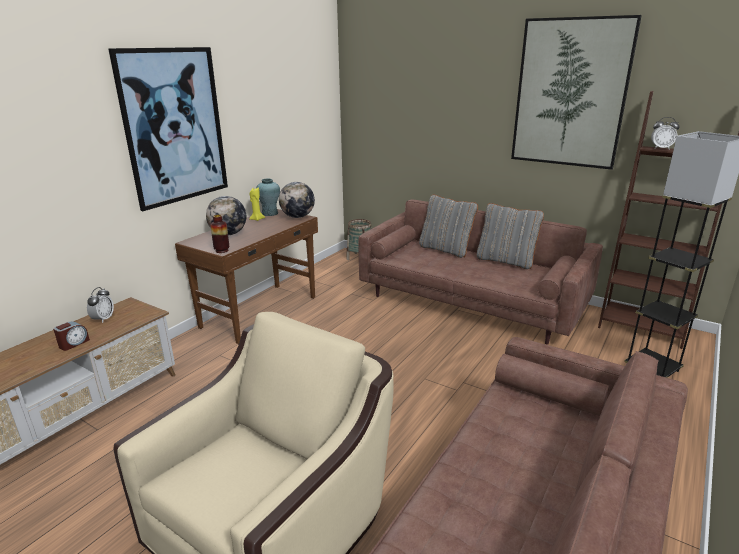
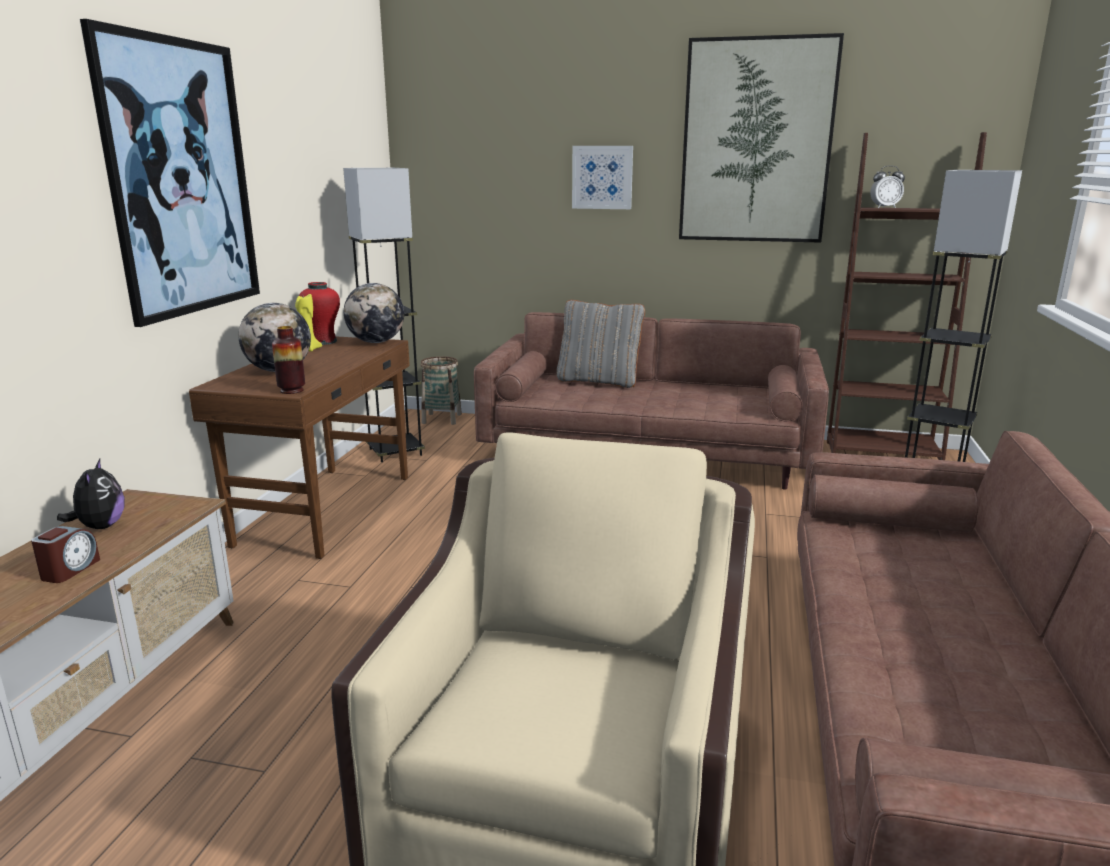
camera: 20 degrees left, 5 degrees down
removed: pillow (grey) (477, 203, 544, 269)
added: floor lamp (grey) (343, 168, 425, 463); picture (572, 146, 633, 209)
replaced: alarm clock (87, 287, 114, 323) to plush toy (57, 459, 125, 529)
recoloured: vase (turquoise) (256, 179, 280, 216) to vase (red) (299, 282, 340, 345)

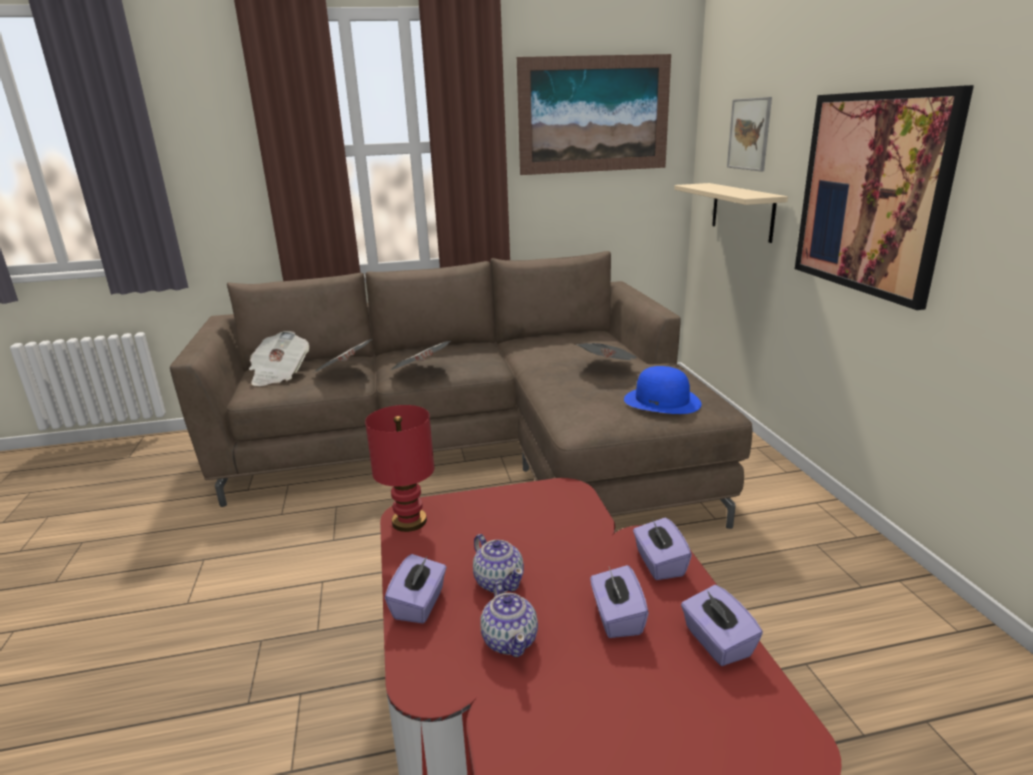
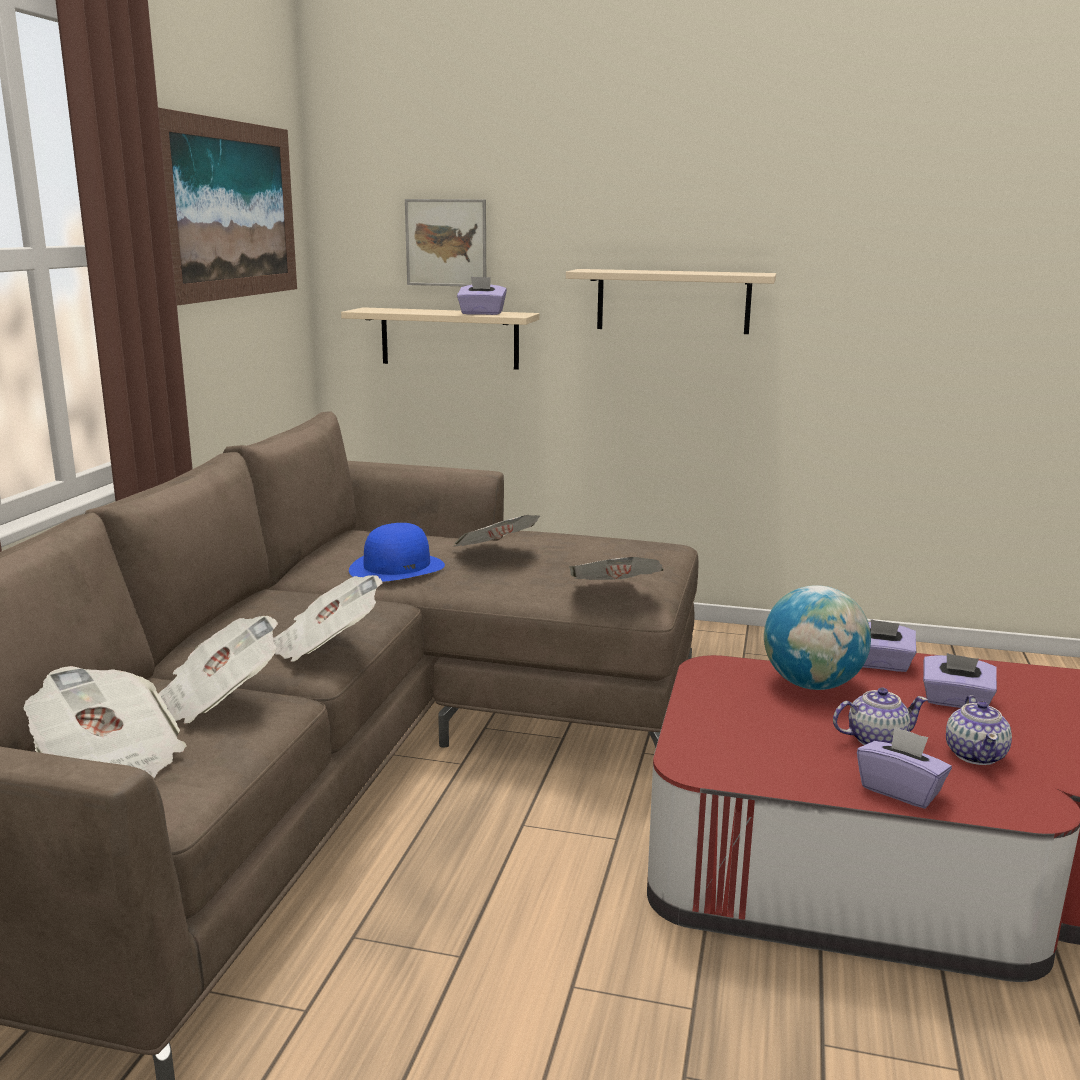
camera: 65 degrees left, 5 degrees down
removed: table lamp (red) (365, 405, 434, 532)
added: newspaper (569, 557, 664, 580); globe (764, 585, 871, 690)
moved: hat (blue) (624, 366, 702, 414) to (349, 523, 445, 582); tissue box (purple) (681, 585, 763, 666) to (457, 276, 507, 315)
replaced: picture (795, 85, 974, 310) to shelf (beige) (566, 269, 776, 334)
turned: teapot (480, 582, 538, 657) = (946, 695, 1012, 765) 90 degrees clockwise

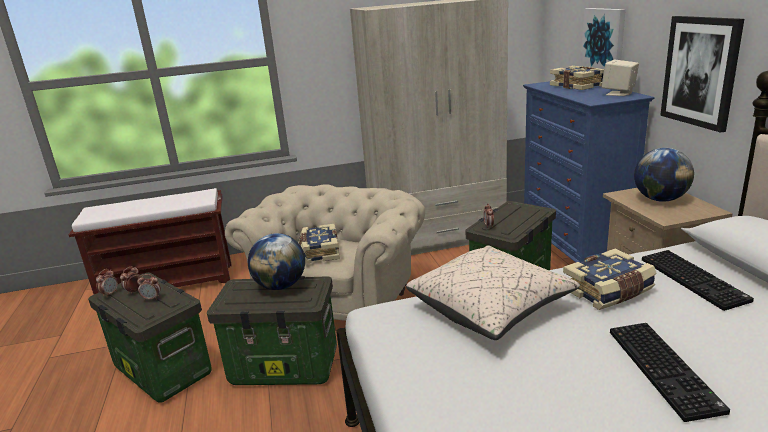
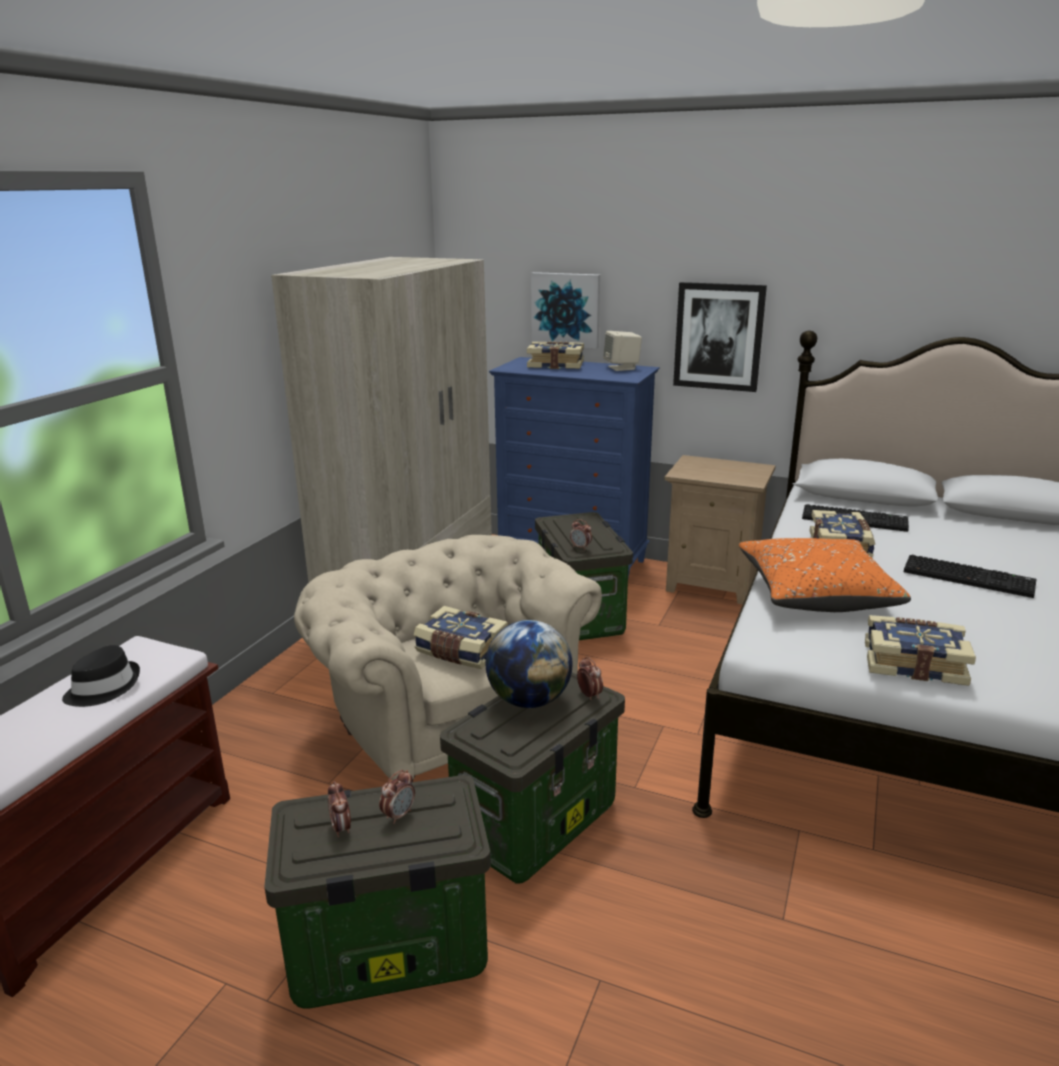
camera: 55 degrees left, 0 degrees up
removed: globe (634, 148, 694, 202)
added: hat (black) (62, 645, 140, 707); book (865, 615, 976, 686)
moved: alarm clock (96, 269, 118, 296) to (577, 657, 603, 700)
recoloured: pillow (beige) (406, 246, 580, 340) to pillow (orange) (739, 538, 911, 612)

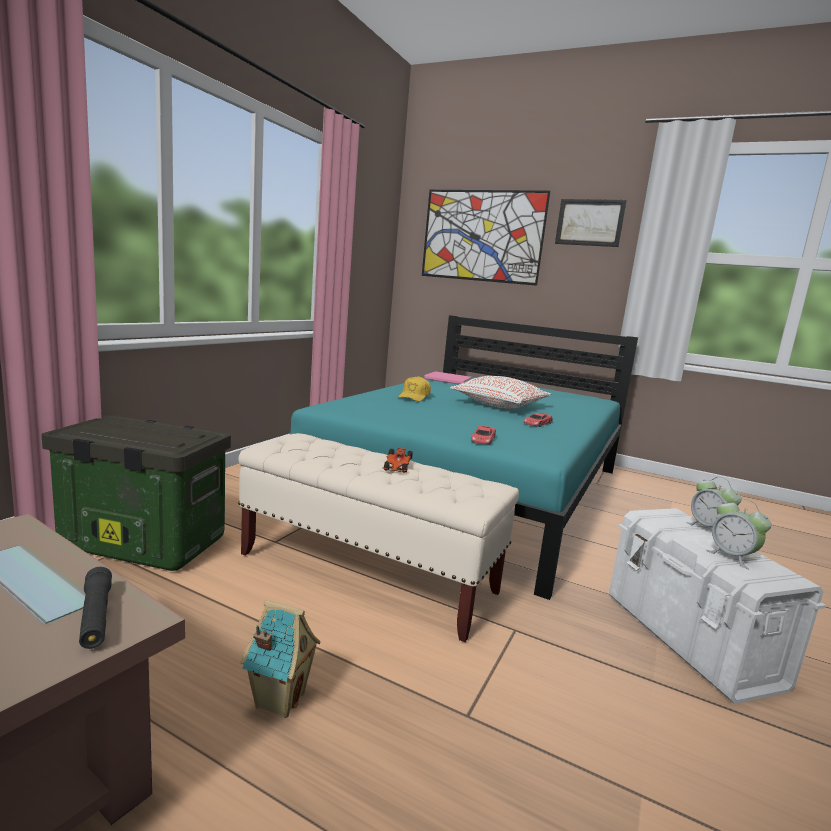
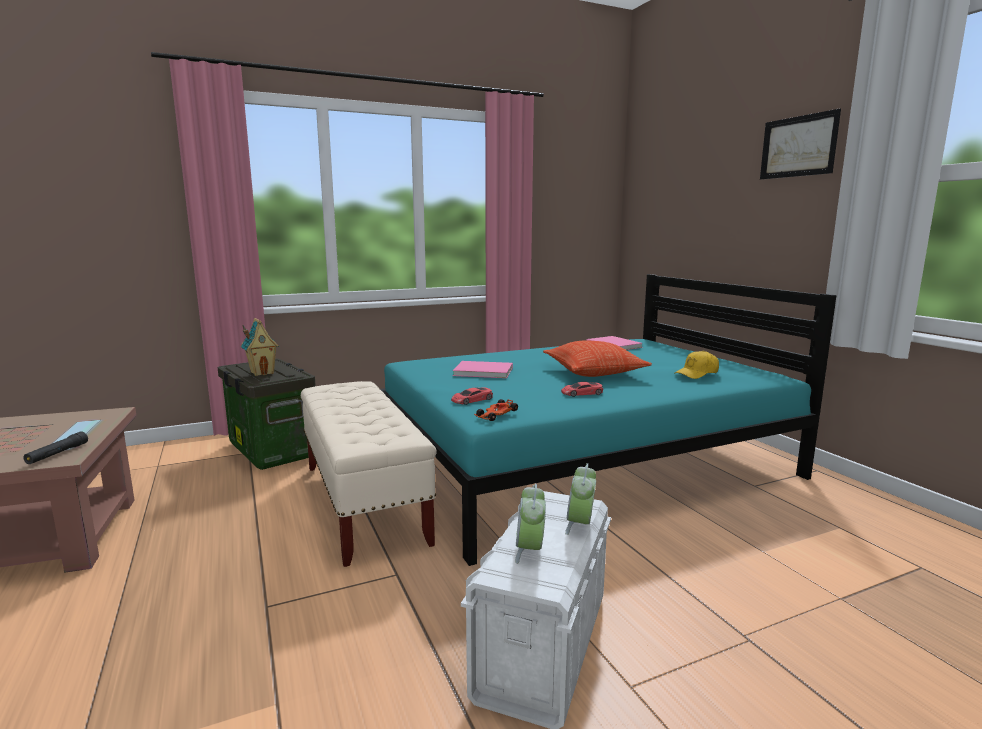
camera: 40 degrees right, 0 degrees up
removed: picture (422, 190, 550, 286)
added: book (pink) (453, 361, 513, 378)
moved: toy house (240, 600, 320, 718) to (240, 318, 279, 376); toy car (383, 448, 413, 473) to (474, 399, 518, 421); cap (yellow) (398, 376, 431, 401) to (674, 350, 719, 379)
recoloured: pillow (white) (450, 376, 552, 409) to pillow (orange) (543, 341, 652, 377)

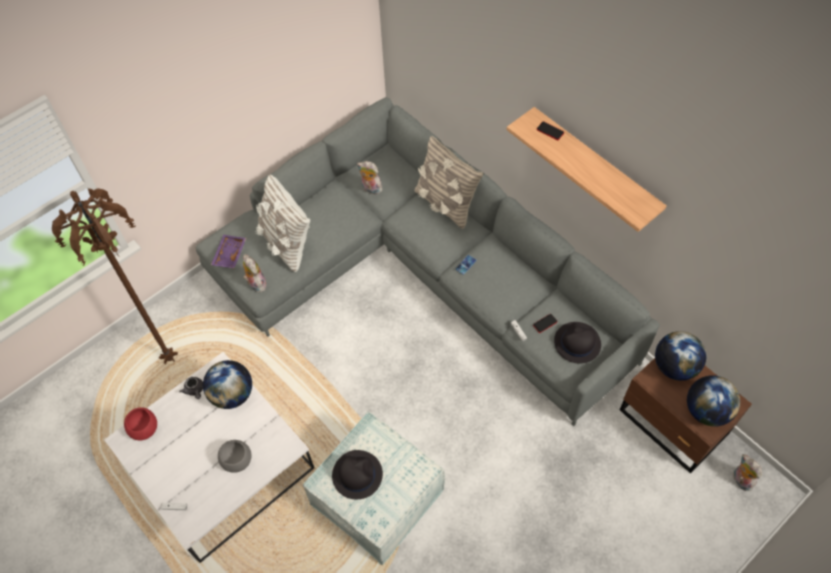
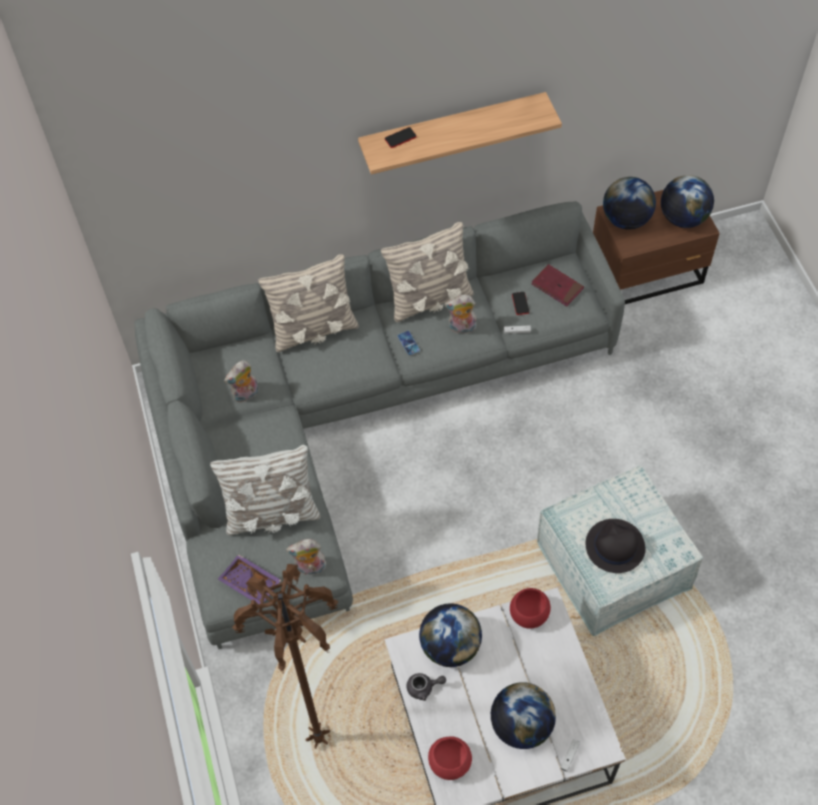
camera: 65 degrees left, 0 degrees up
removed: bowl (grey) (218, 440, 251, 473)
added: pillow (beige) (381, 222, 474, 322); globe (491, 682, 556, 749); bowl (red) (510, 588, 551, 629)
moved: plush toy (733, 454, 762, 491) to (444, 295, 478, 334)
replaced: hat (black) (554, 322, 601, 364) to book (red) (531, 264, 584, 307)

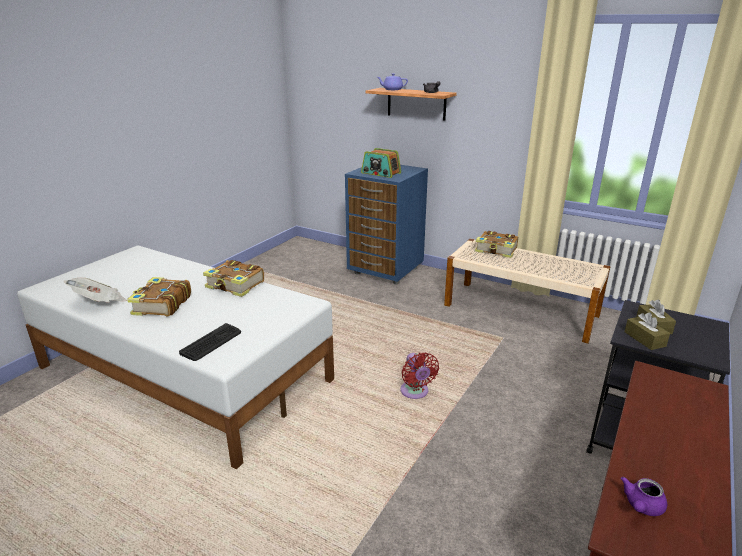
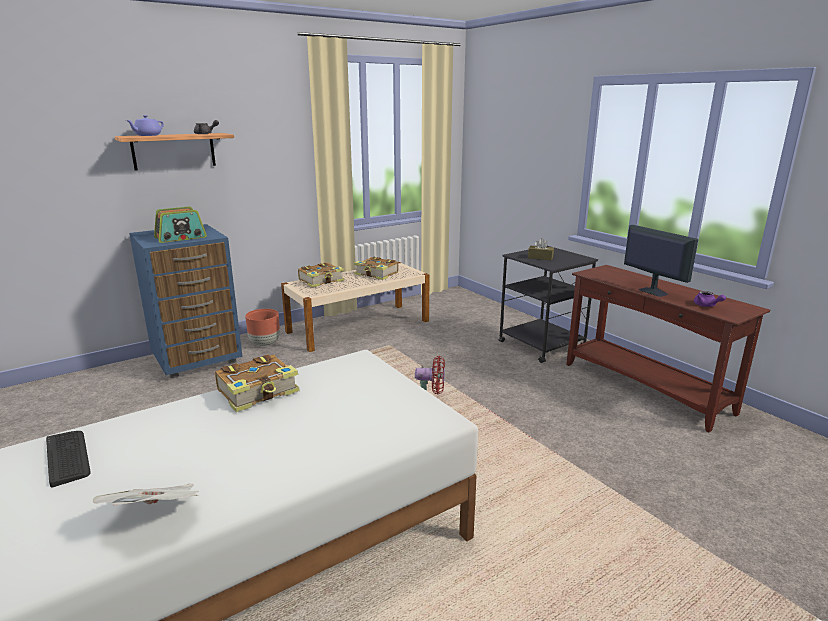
camera: 65 degrees left, 5 degrees down
removed: tissue box (brown) (625, 312, 670, 350)
added: planter (brown) (245, 309, 280, 346); monitor (624, 225, 698, 297)
moved: book (127, 277, 191, 317) to (354, 257, 399, 280); keyboard (179, 323, 241, 361) to (46, 431, 91, 488)

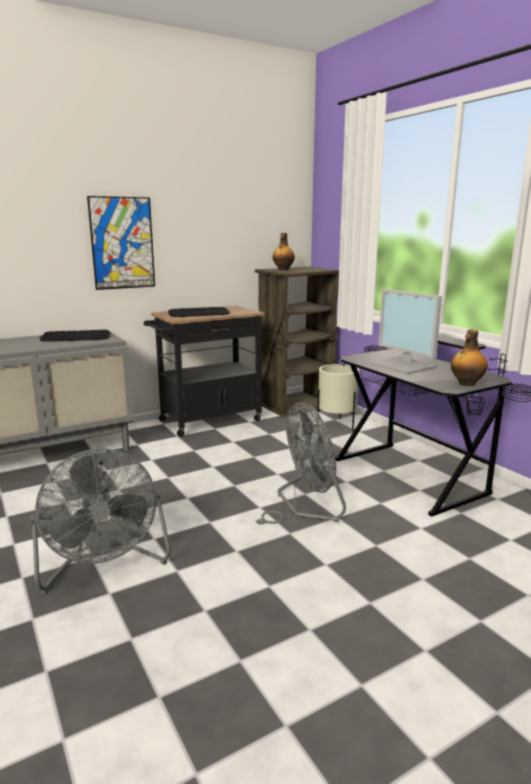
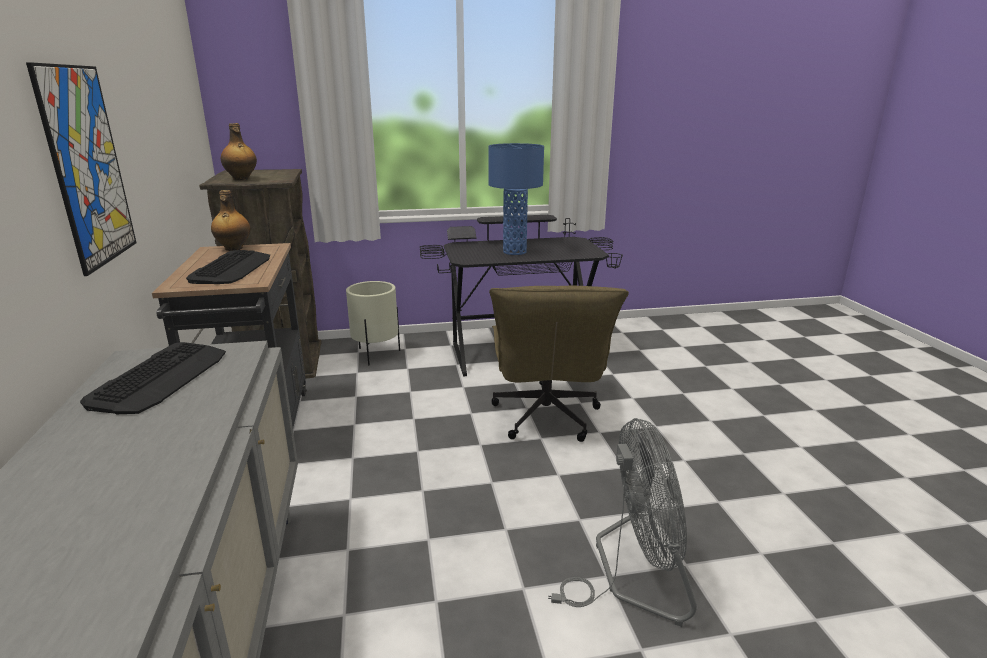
camera: 70 degrees left, 5 degrees up
moved: bottle (451, 330, 488, 386) to (211, 190, 250, 251)
replaced: fan (grey) (255, 402, 346, 524) to office chair (beige) (489, 286, 629, 442); monitor (370, 289, 442, 375) to table lamp (blue) (488, 143, 544, 255)

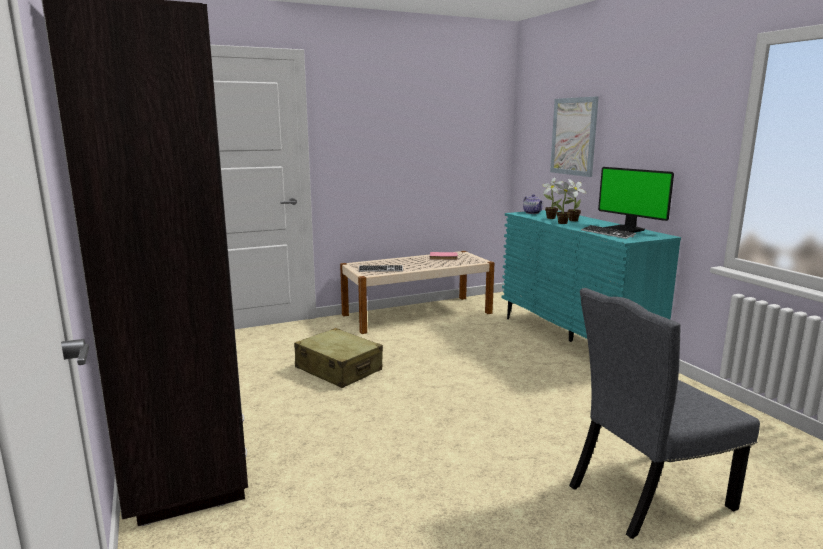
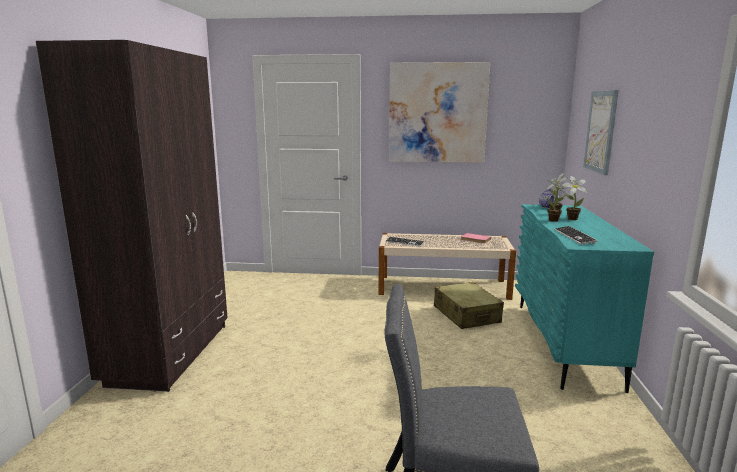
camera: 30 degrees right, 0 degrees up
removed: monitor (598, 167, 674, 233)
added: picture (389, 62, 490, 163)
moved: suitcase (beige) (294, 328, 383, 388) to (434, 282, 504, 329)

